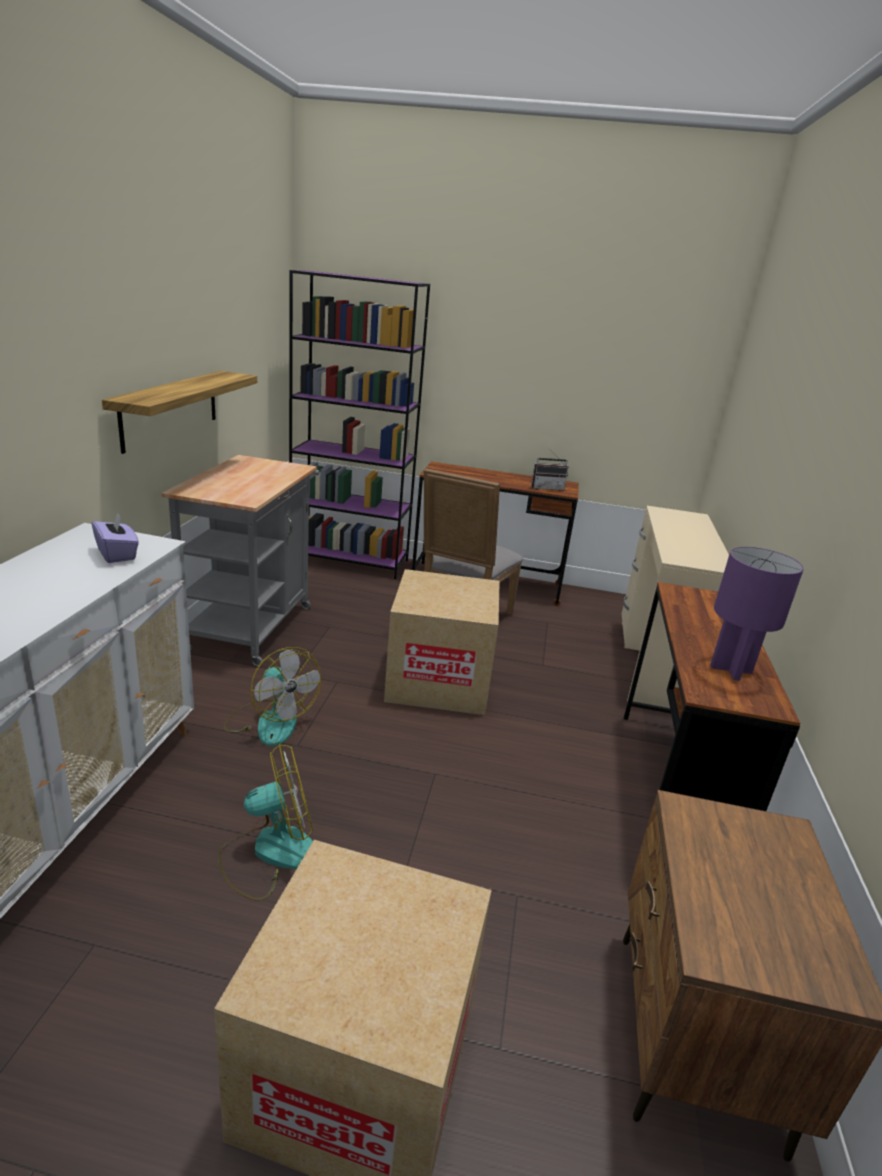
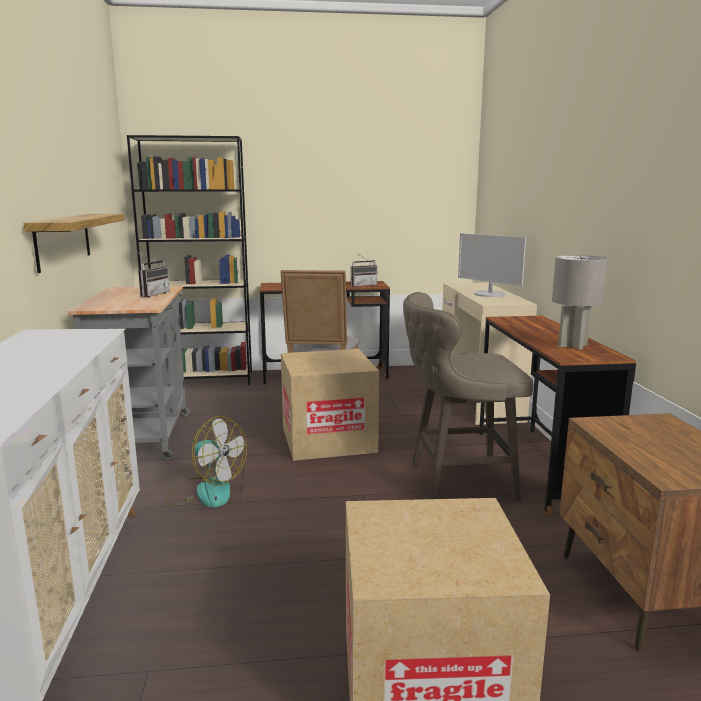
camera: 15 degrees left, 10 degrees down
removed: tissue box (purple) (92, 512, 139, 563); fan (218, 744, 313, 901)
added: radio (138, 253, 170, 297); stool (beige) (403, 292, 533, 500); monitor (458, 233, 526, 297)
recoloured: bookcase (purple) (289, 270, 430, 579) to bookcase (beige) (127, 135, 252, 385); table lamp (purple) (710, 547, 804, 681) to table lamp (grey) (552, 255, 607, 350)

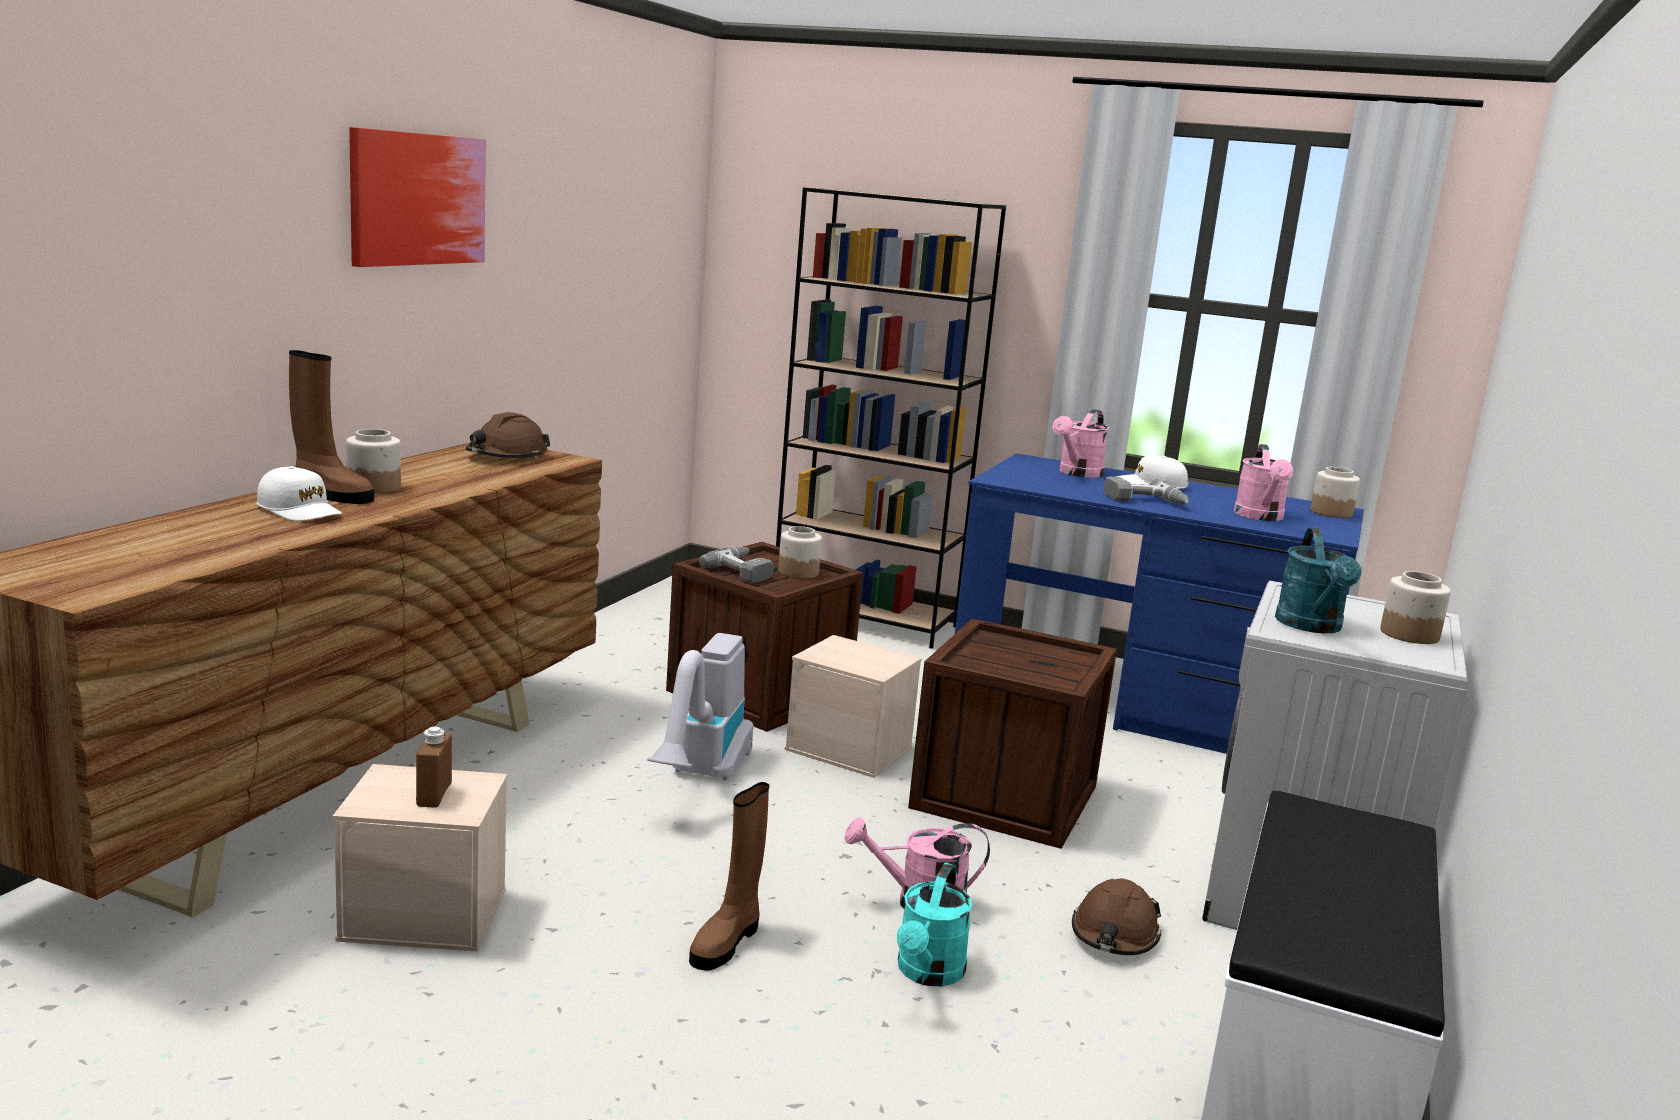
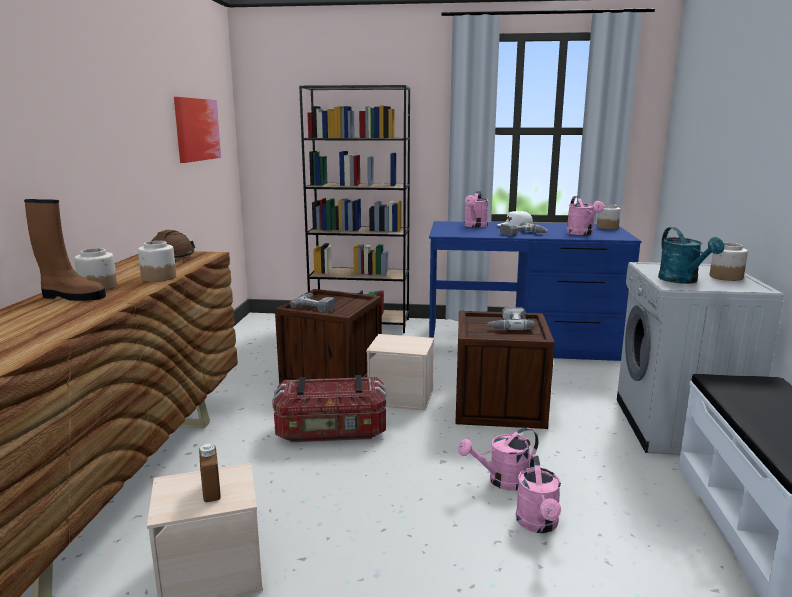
camera: 15 degrees left, 0 degrees up
removed: cap (white) (257, 466, 342, 521); boot (brown) (689, 782, 769, 971); hard hat (brown) (1072, 879, 1161, 955)
added: power drill (487, 307, 535, 330)
moved: picture (349, 127, 486, 267) to (174, 97, 221, 163); jar (778, 526, 822, 579) to (138, 241, 176, 282)
replaced: vacuum cleaner (647, 633, 753, 780) to storage box (272, 375, 387, 442)
recoloured: watering can (turquoise) (897, 863, 973, 986) to watering can (pink) (516, 455, 561, 533)

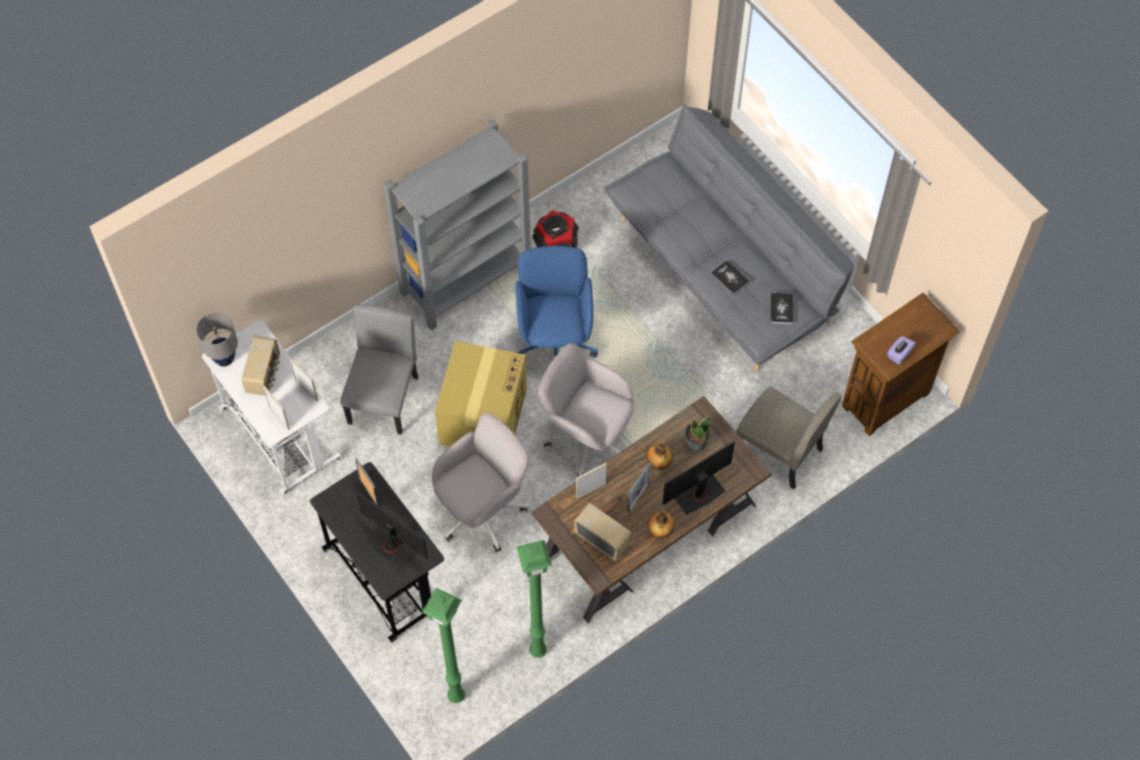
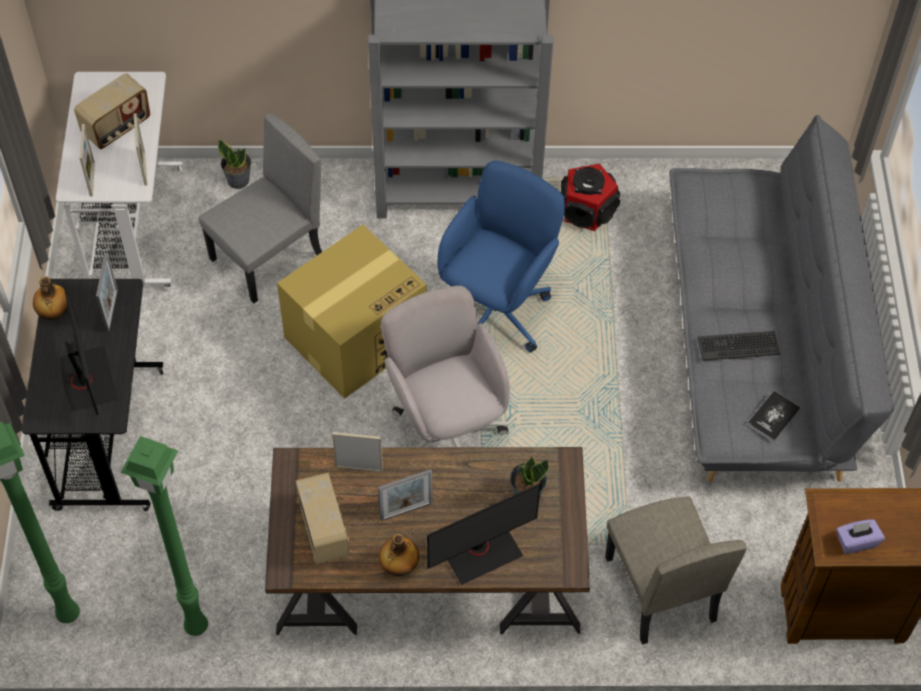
camera: 35 degrees right, 5 degrees down
removed: table lamp (grey) (196, 313, 238, 366); office chair (grey) (432, 413, 529, 552)
added: potted plant (218, 140, 251, 189)
moved: bottle (646, 441, 673, 470) to (33, 277, 70, 321)
replaced: book (711, 260, 750, 294) to keyboard (698, 331, 781, 361)
turned: monitor (662, 441, 735, 515) = (427, 483, 541, 585) 150 degrees clockwise

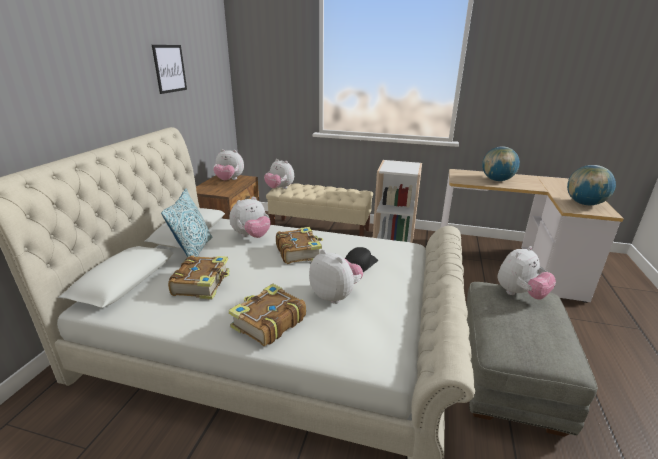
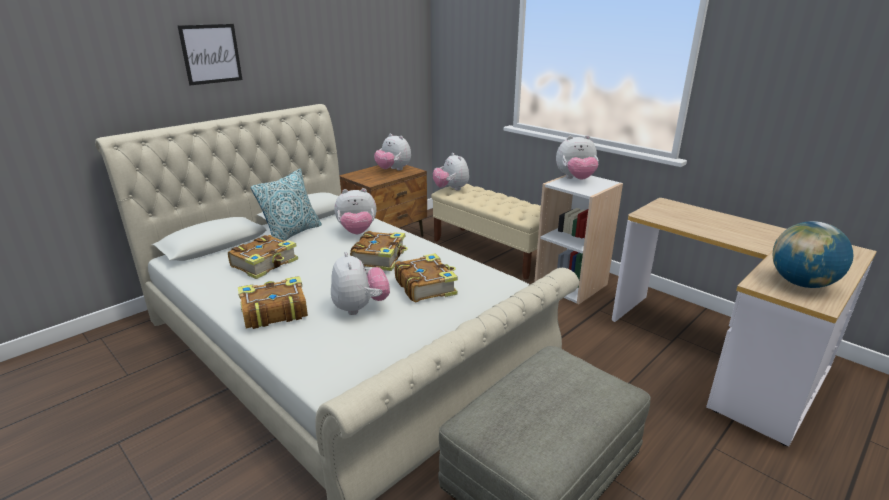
camera: 30 degrees right, 0 degrees up
removed: globe (482, 146, 520, 181)
moved: picture (152, 45, 187, 94) to (178, 24, 242, 85); plush toy (498, 246, 556, 300) to (556, 135, 599, 180)
replaced: cap (black) (345, 247, 378, 272) to book (394, 253, 458, 302)

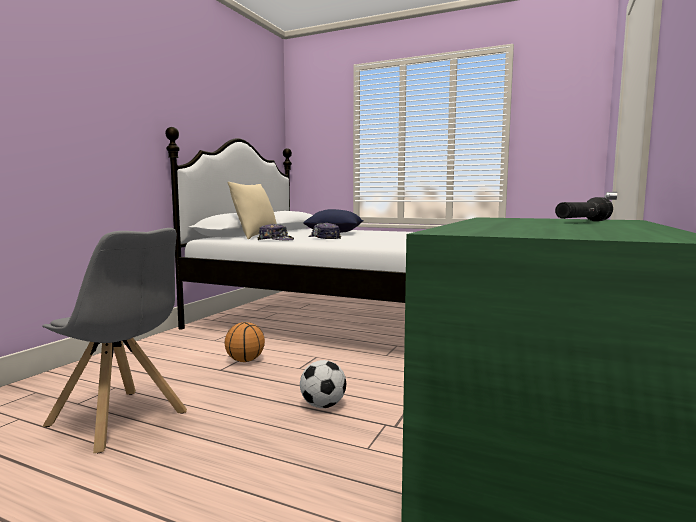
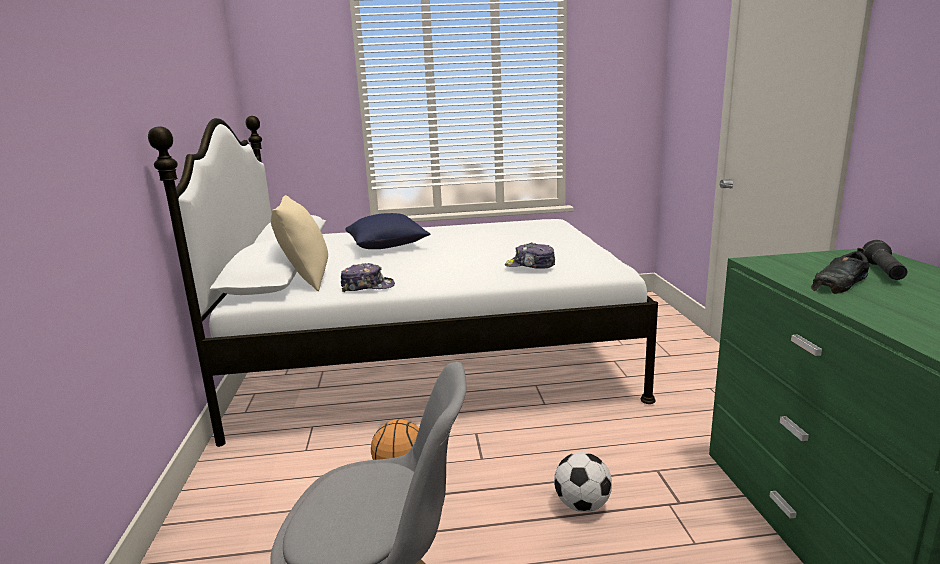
camera: 30 degrees left, 10 degrees up
added: shoe (black) (811, 248, 869, 294)
moved: cap (308, 222, 341, 239) to (505, 243, 555, 269)

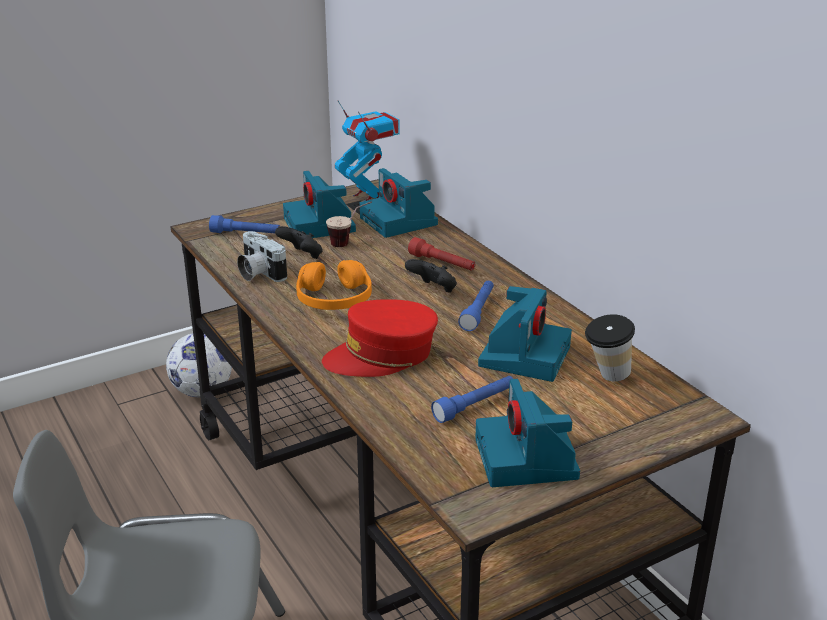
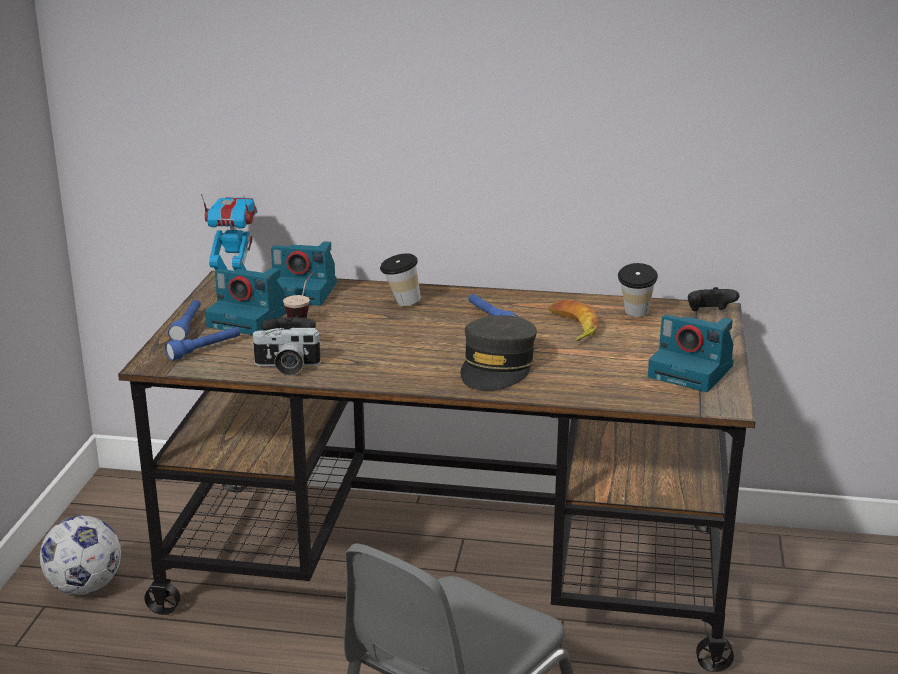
camera: 50 degrees left, 5 degrees down
removed: headphones (orange) (296, 260, 372, 310)
moved: game controller (black) (405, 259, 457, 293) to (688, 287, 739, 311); flashlight (blue) (431, 376, 513, 423) to (168, 300, 201, 341)
replaced: flashlight (red) (408, 237, 475, 271) to cup (380, 253, 421, 306); photo camera (478, 286, 572, 382) to banana (548, 300, 598, 341)
recoloured: cap (red) (322, 299, 438, 377) to cap (grey) (460, 315, 537, 391)

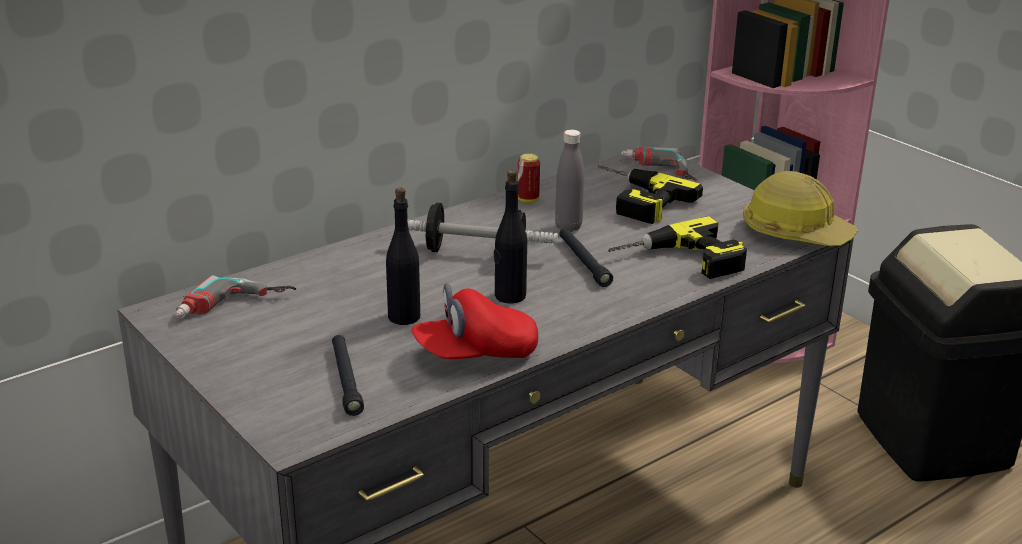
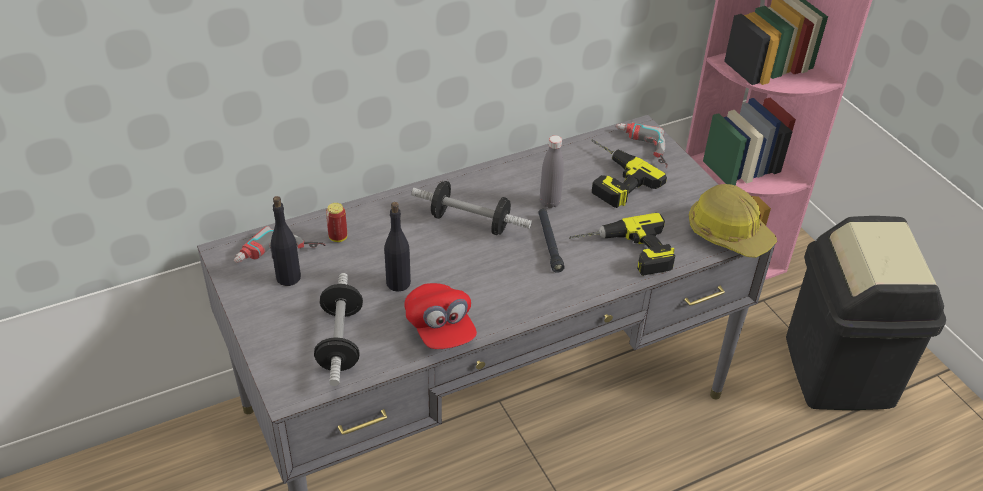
camera: 10 degrees right, 15 degrees up
moved: bottle (black) (494, 170, 527, 304) to (270, 196, 301, 286); can (517, 153, 540, 203) to (326, 203, 347, 242)
replaced: flashlight (black) (332, 335, 364, 416) to dumbbell (314, 273, 363, 386)
turned: cap (red) (412, 283, 538, 359) = (404, 283, 477, 349) 105 degrees counterclockwise

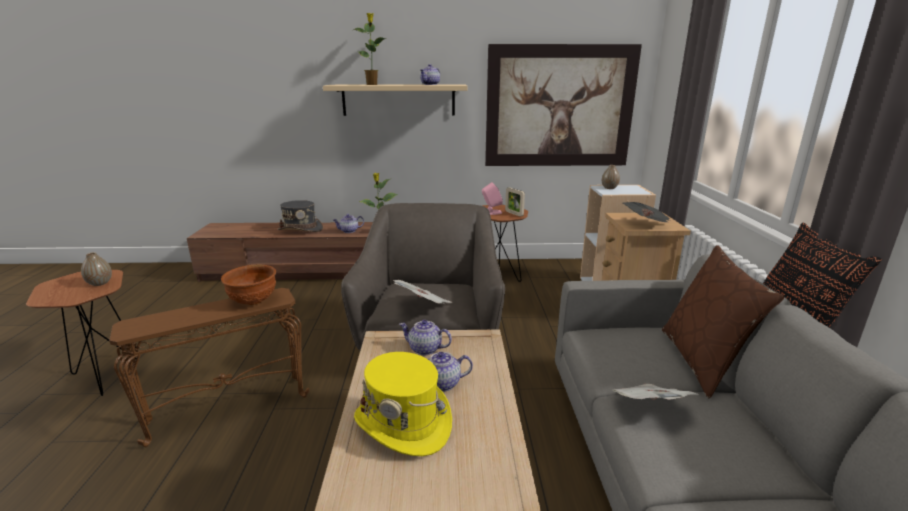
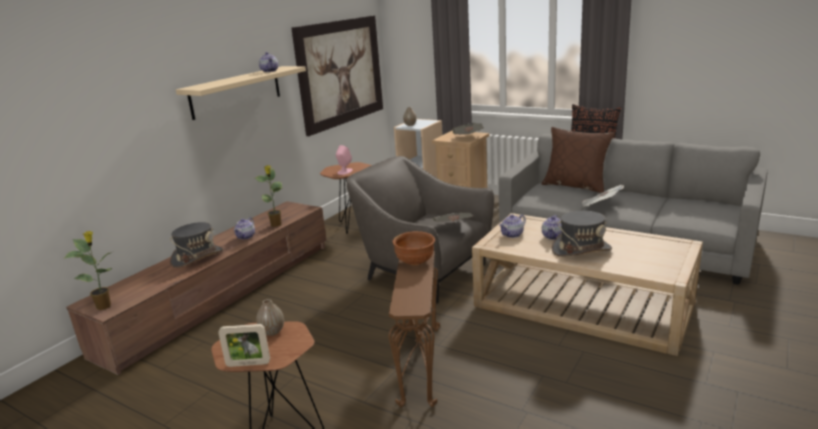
camera: 55 degrees left, 0 degrees up
moved: potted plant (354, 13, 386, 85) to (63, 231, 112, 310); picture frame (505, 187, 525, 217) to (218, 324, 270, 367)
recoloured: hat (yellow) (354, 352, 452, 456) to hat (grey) (552, 211, 612, 257)

